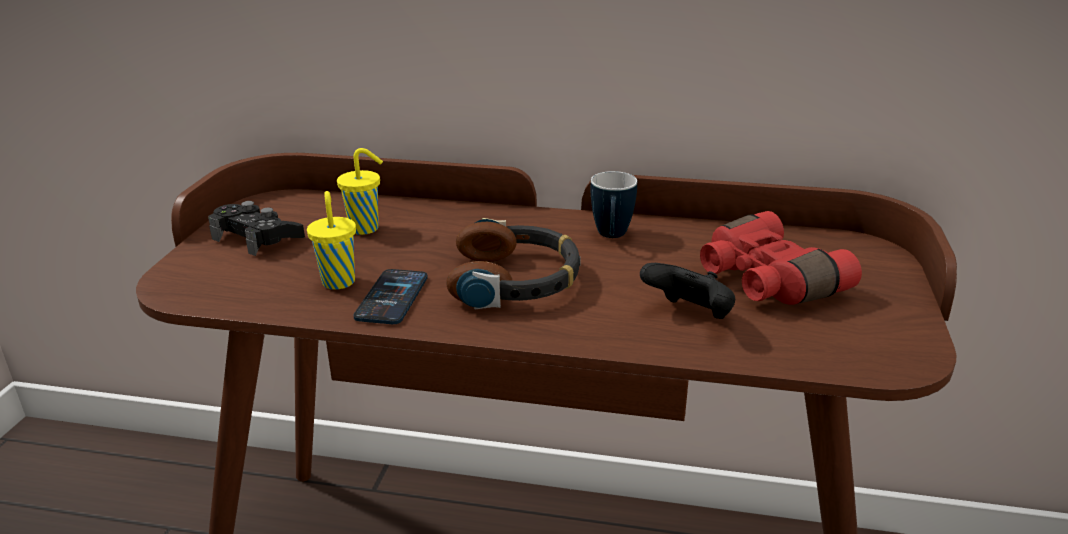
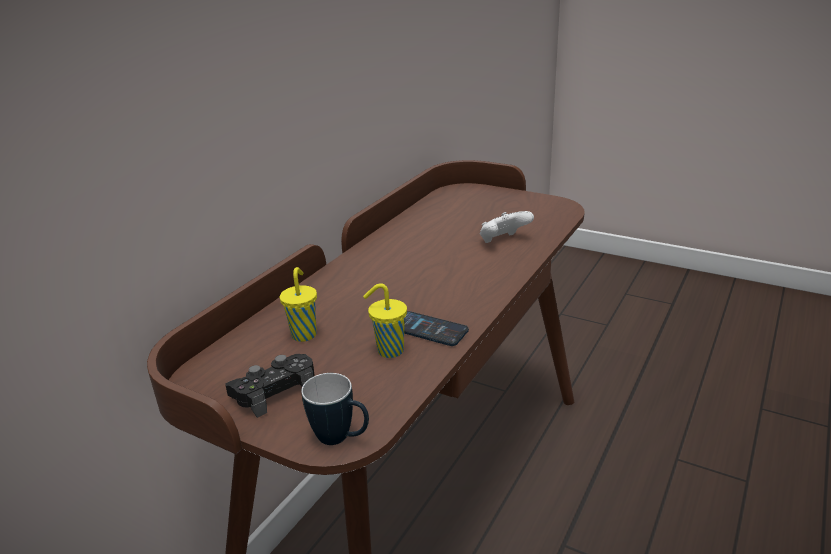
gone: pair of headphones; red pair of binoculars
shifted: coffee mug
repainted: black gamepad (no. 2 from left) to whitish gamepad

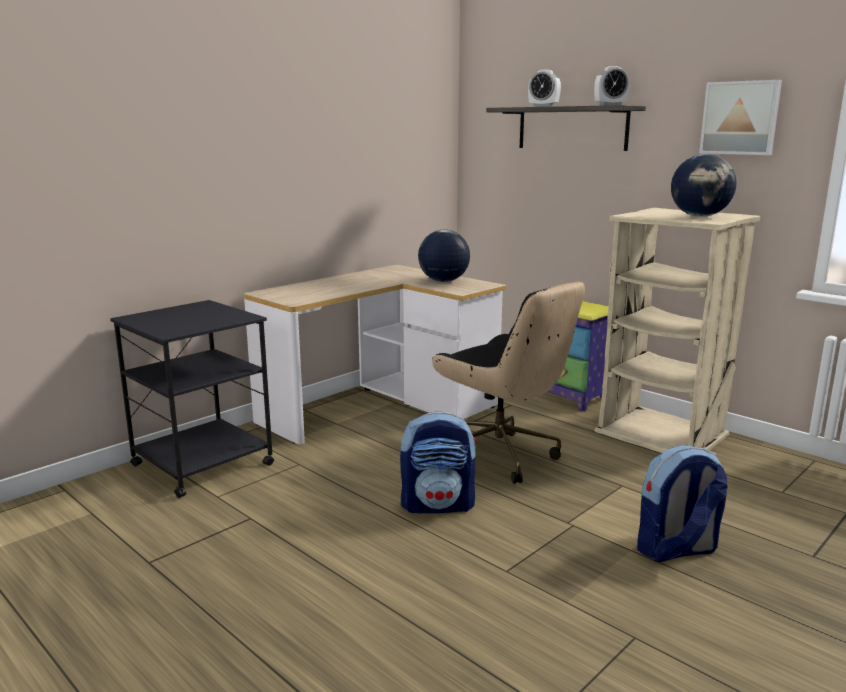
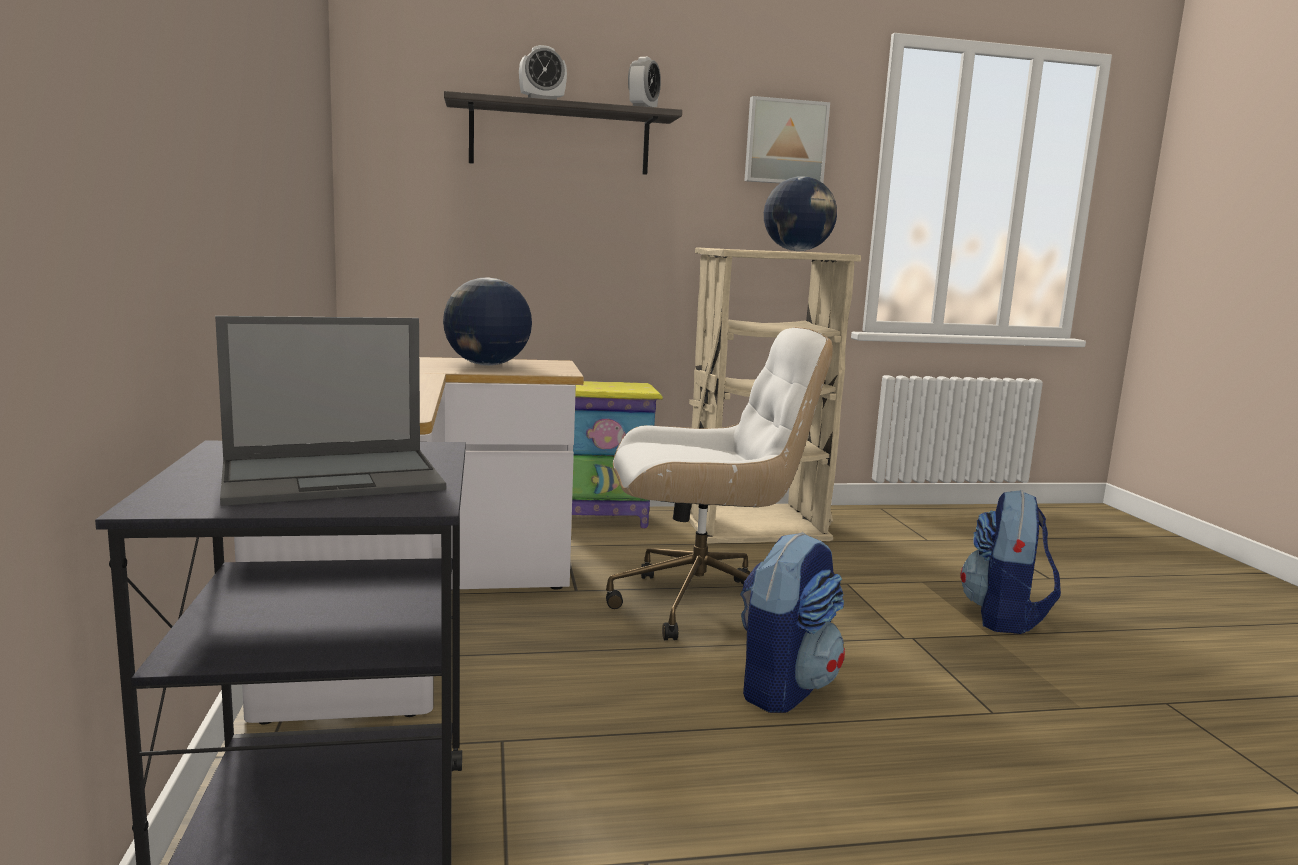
new: notebook computer
repainted: black computer chair to whitish computer chair

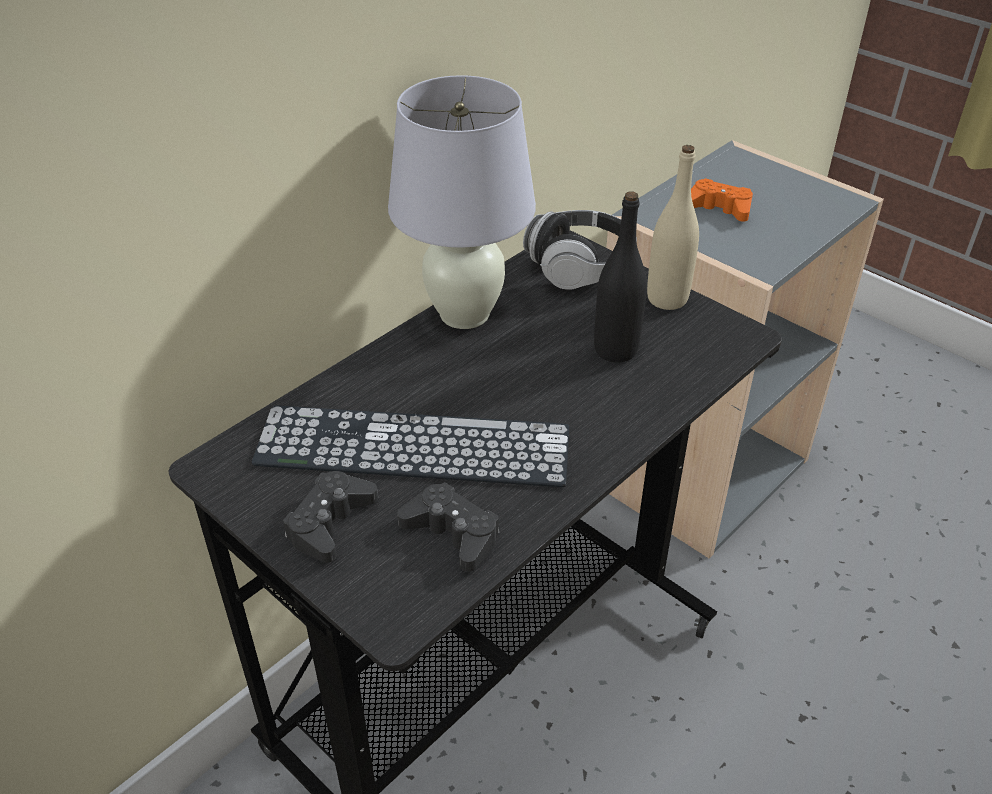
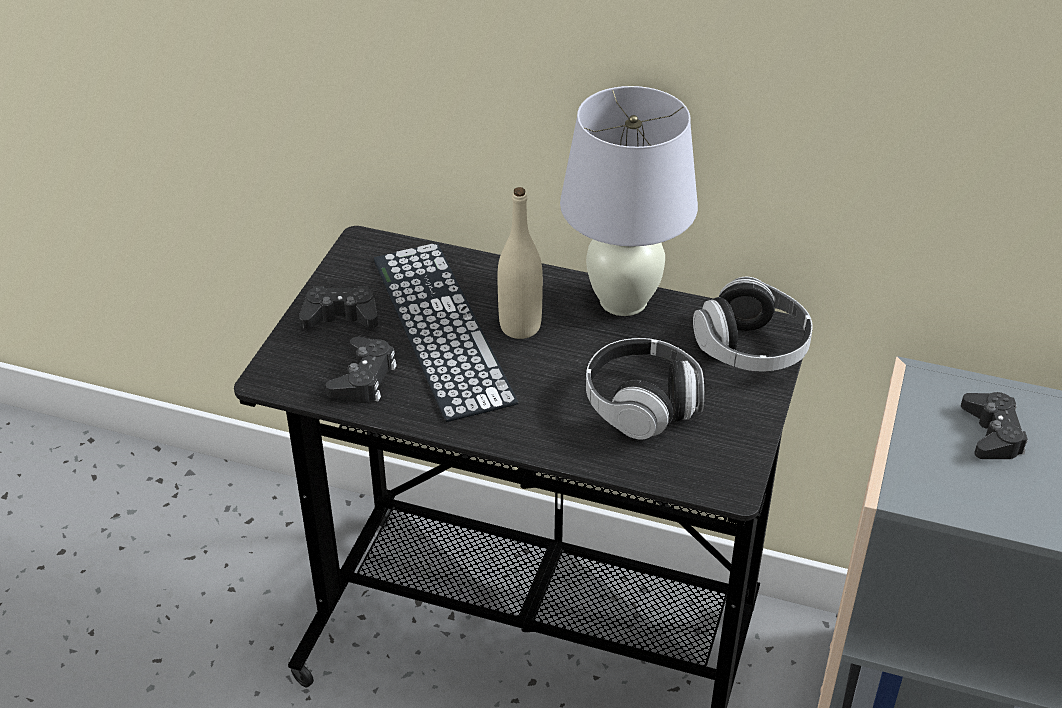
shifted: beige-coloured beverage bottle
swapped: black beverage bottle to pair of headphones (no. 1 from left)
repainted: orange gamepad to black gamepad (no. 3 from left)

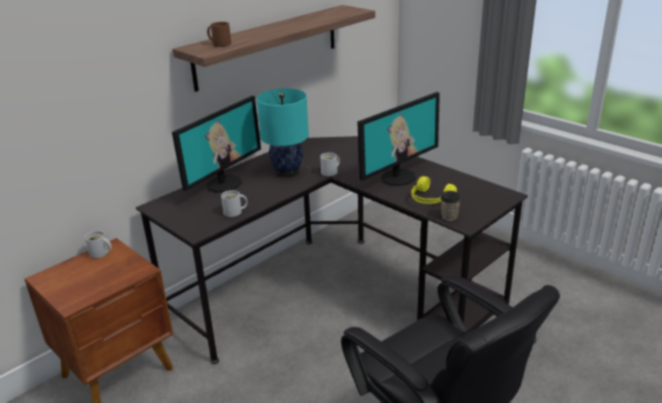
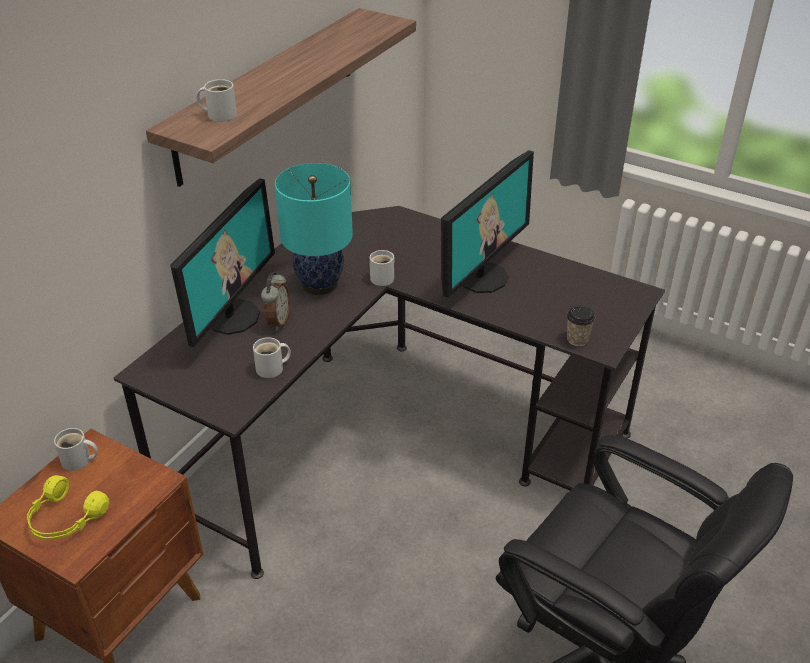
new: table clock
shifted: yellow-coloured pair of headphones
repainted: brown coffee mug to whitish coffee mug (no. 2 from left)

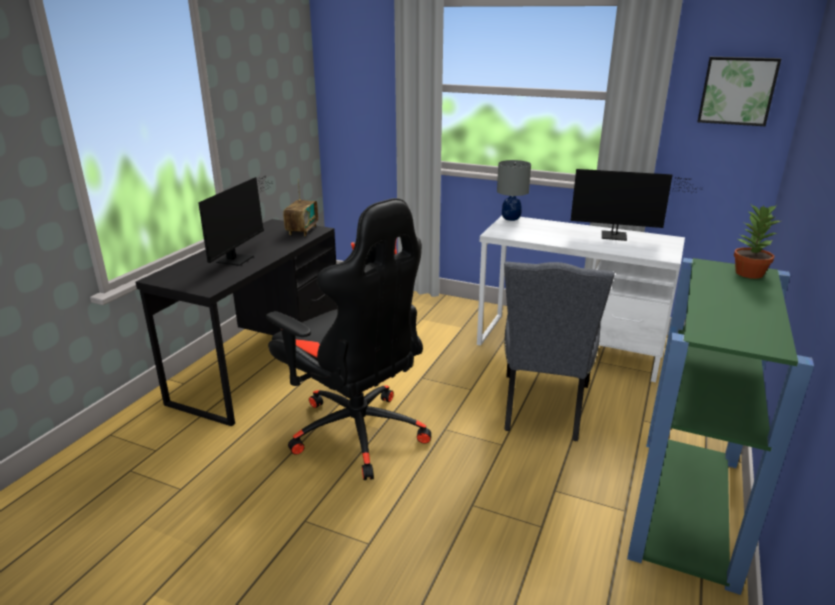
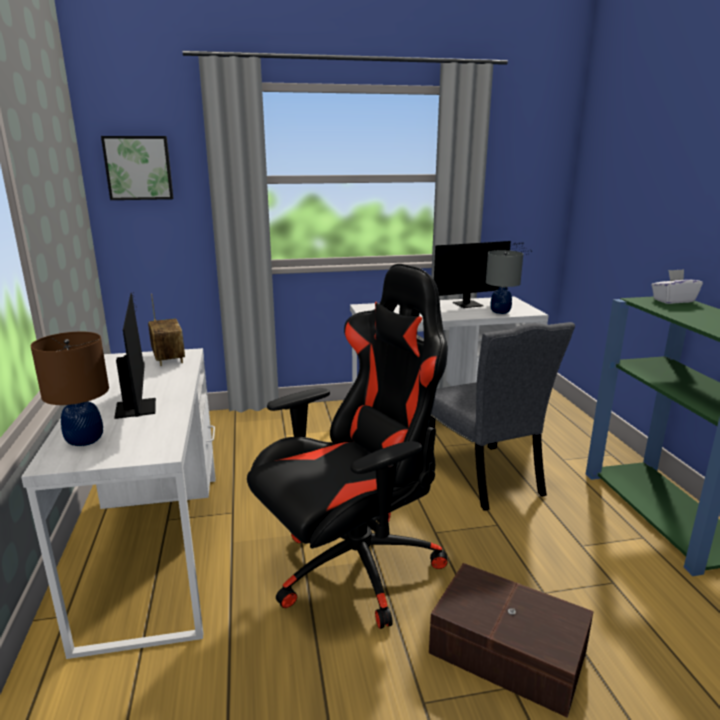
new: brown table lamp; brown storage bin
shifted: grey table lamp; wall art
swapped: houseplant to whitish box of tissues
repainted: black desk to whitish desk (no. 1 from left)
rotated: black computer chair 45 degrees counterclockwise

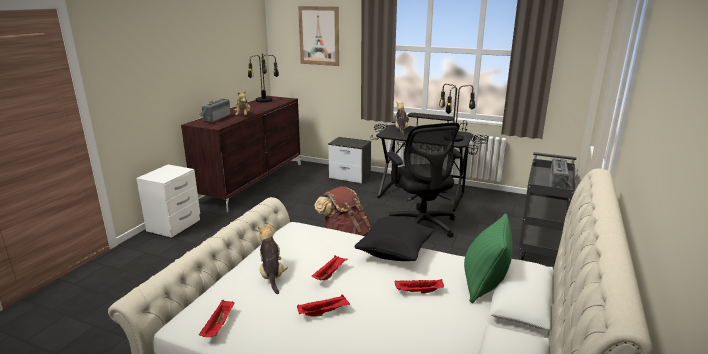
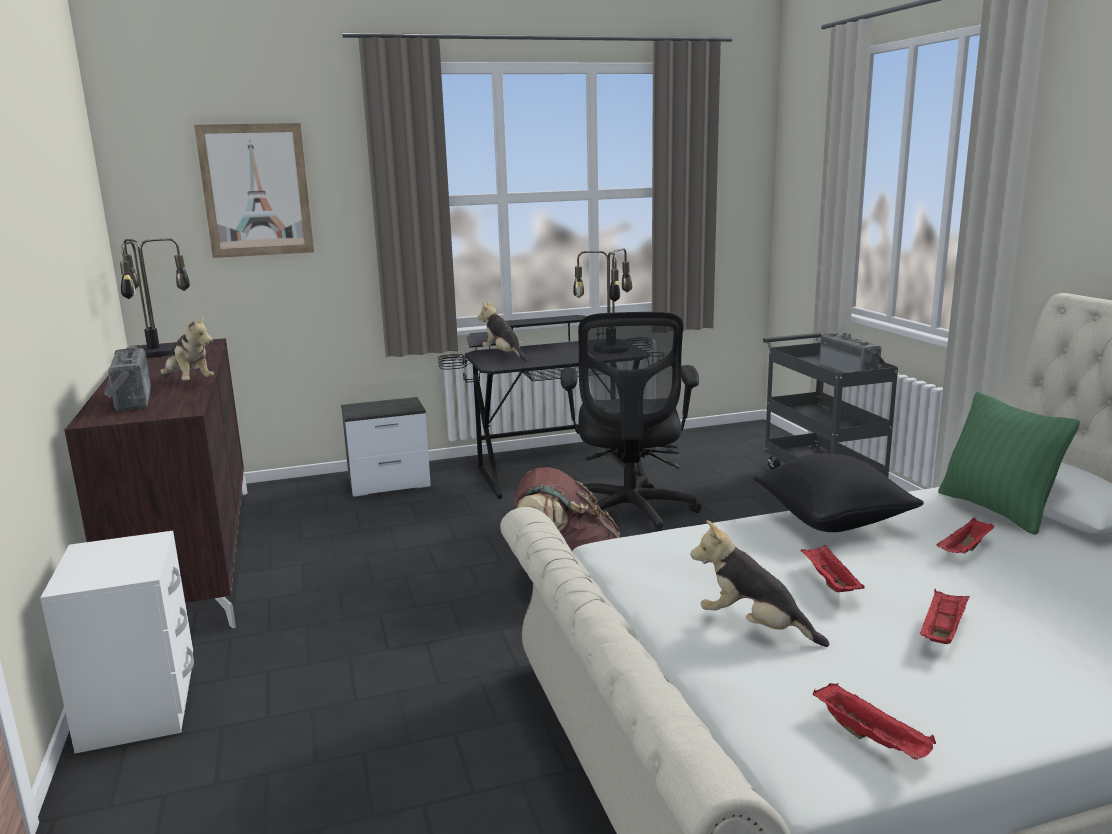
rotated: black computer chair 60 degrees clockwise

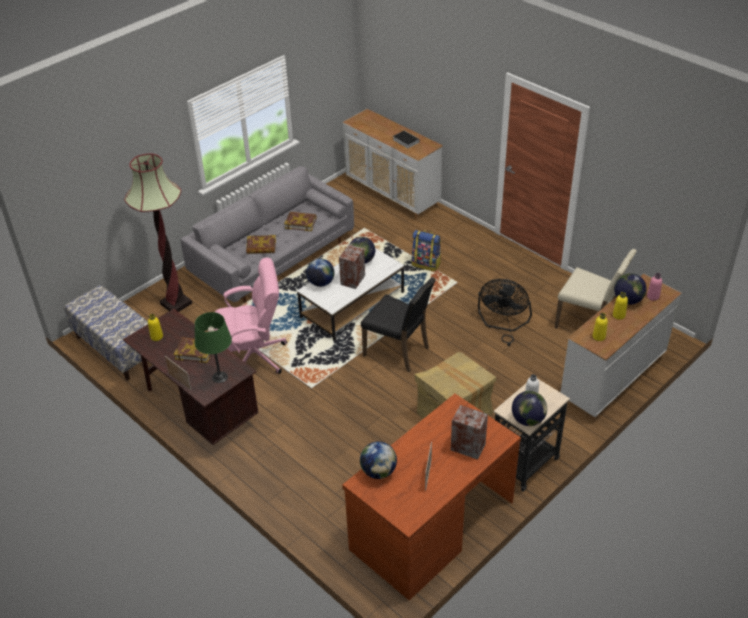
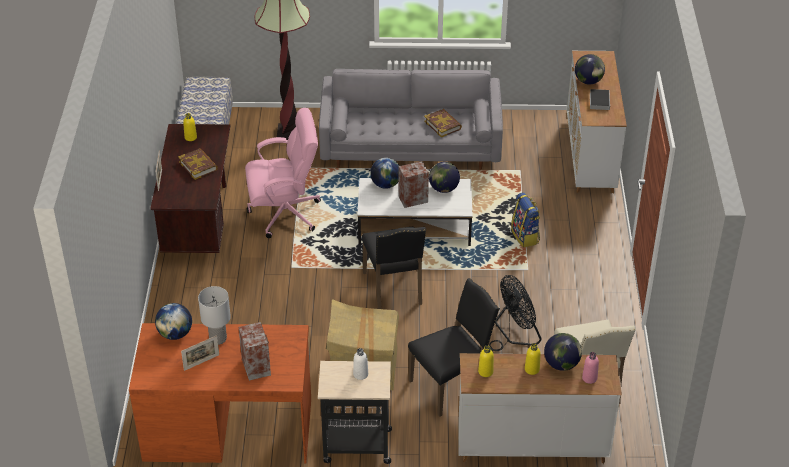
gone: green table lamp; volume (no. 2 from left)
new: grey table lamp; black upright chair (no. 2 from left)
shifted: desk globe (no. 4 from left in the first image) to desk globe (no. 5 from left)
rotated: pink computer chair 45 degrees counterclockwise

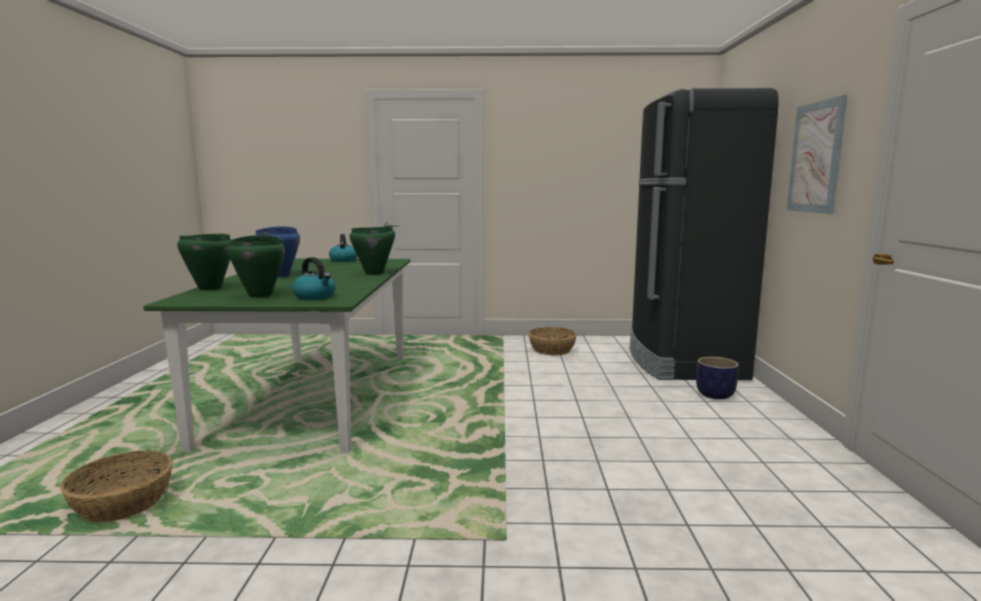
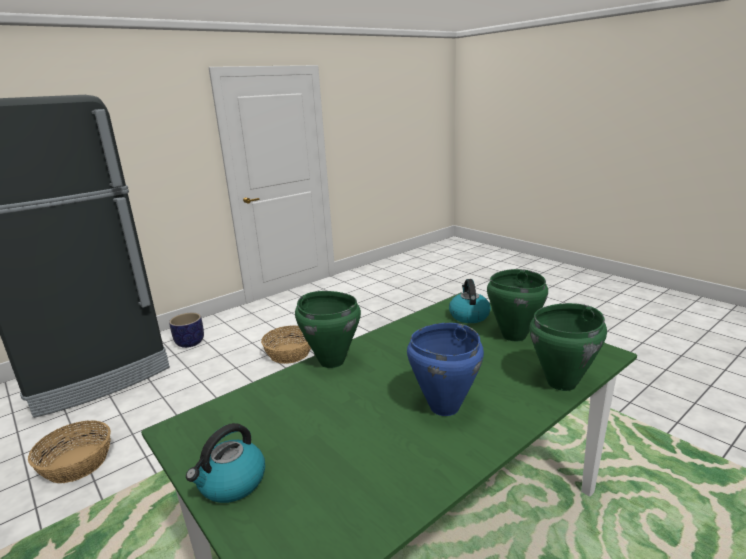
gone: wall art
shifted: basket (no. 1 from left in the first image) to basket (no. 2 from left)

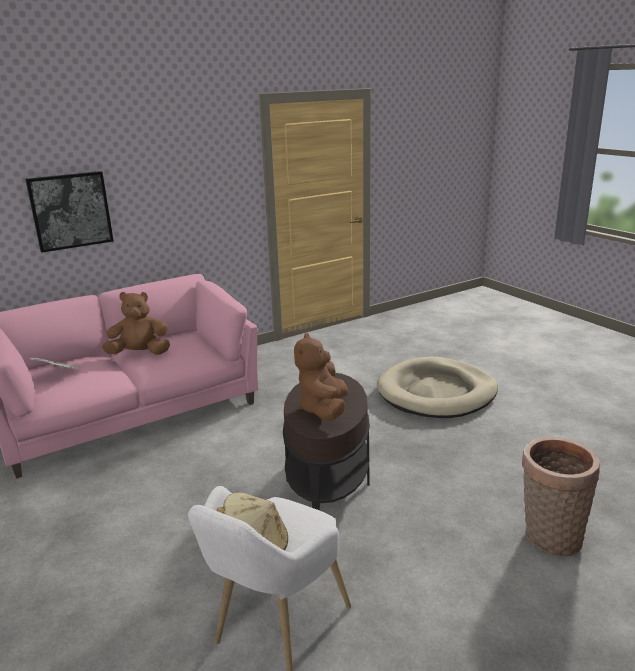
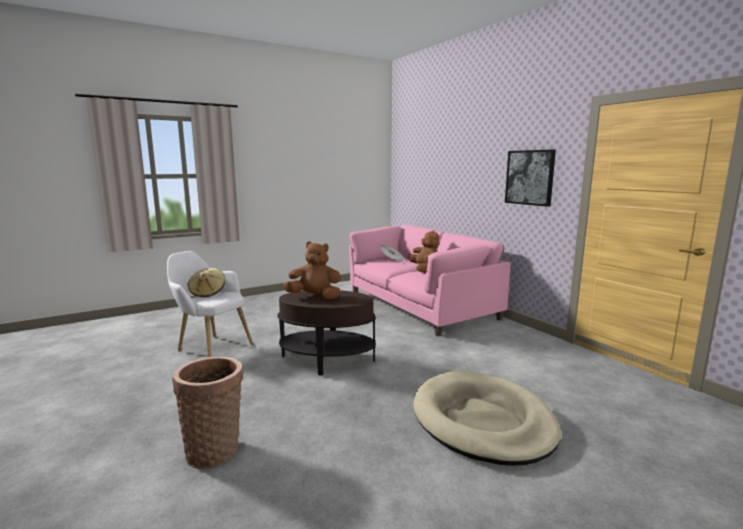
shifted: wall art

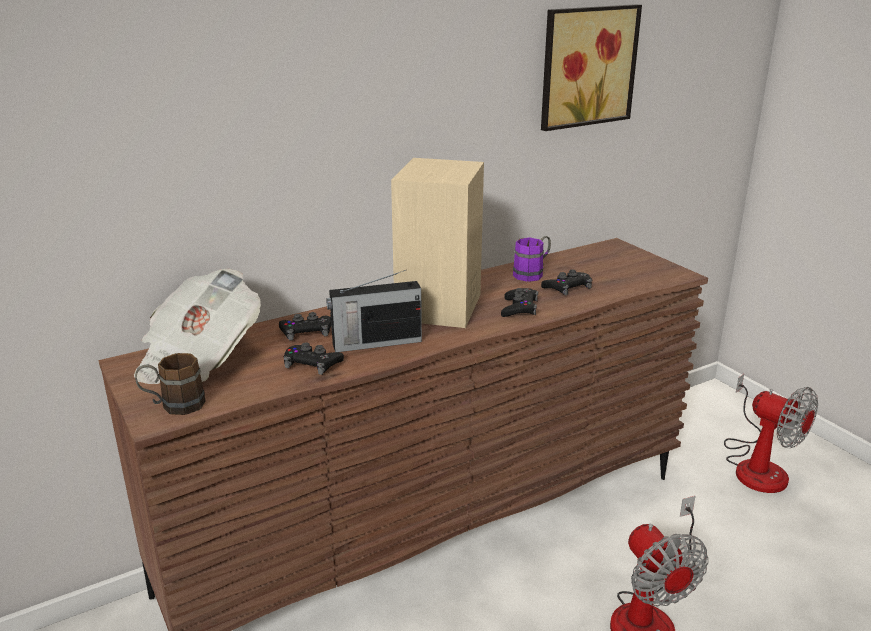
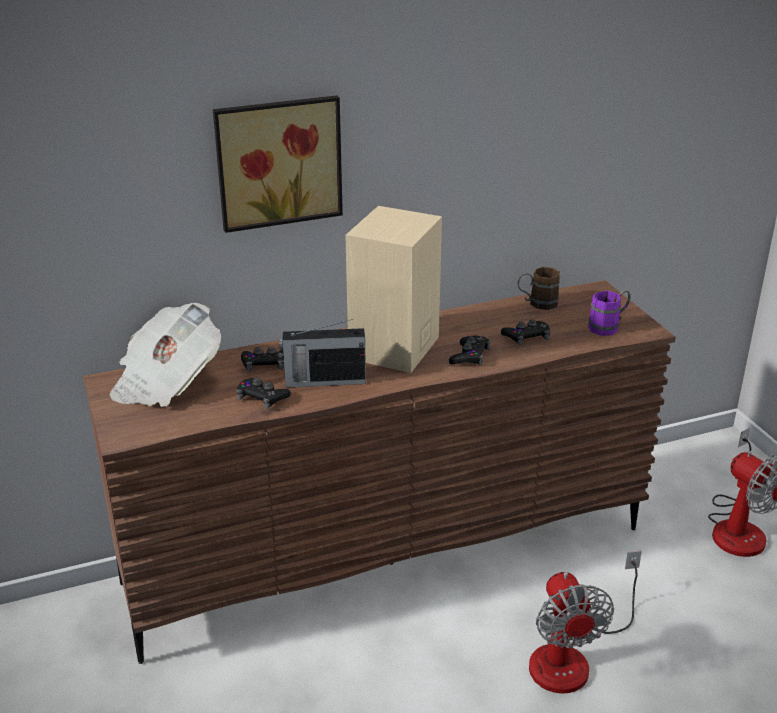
shifted: brown coffee mug; purplish coffee mug; wall art

